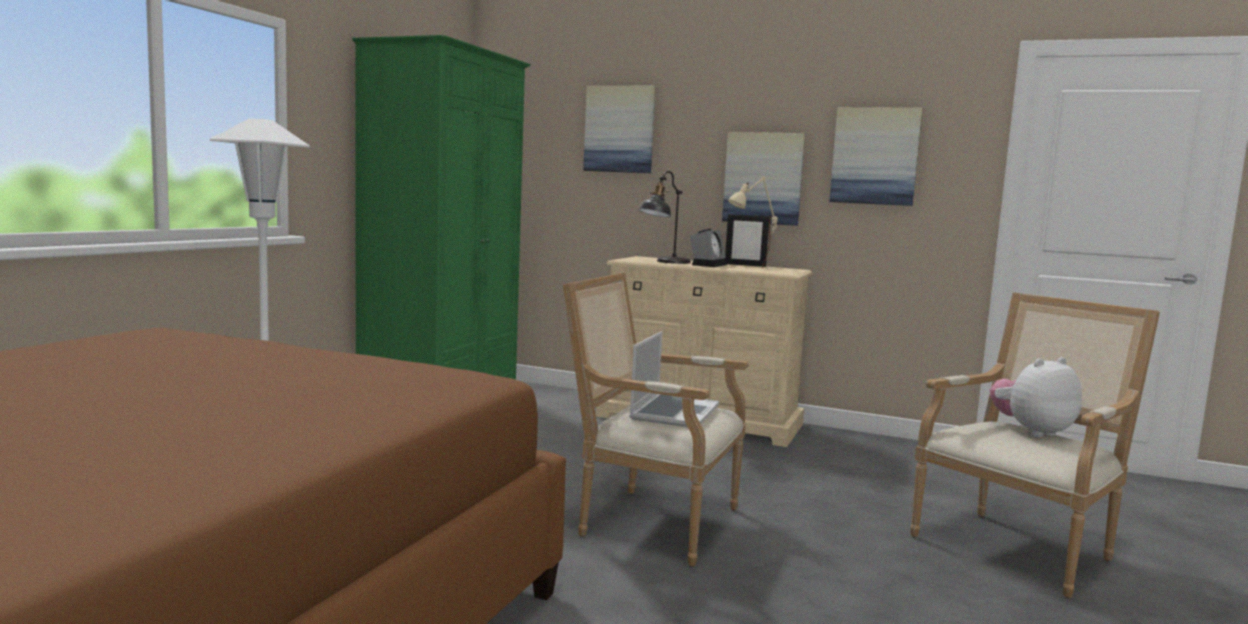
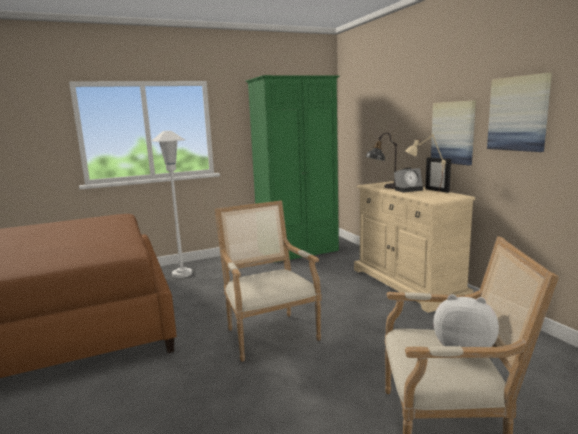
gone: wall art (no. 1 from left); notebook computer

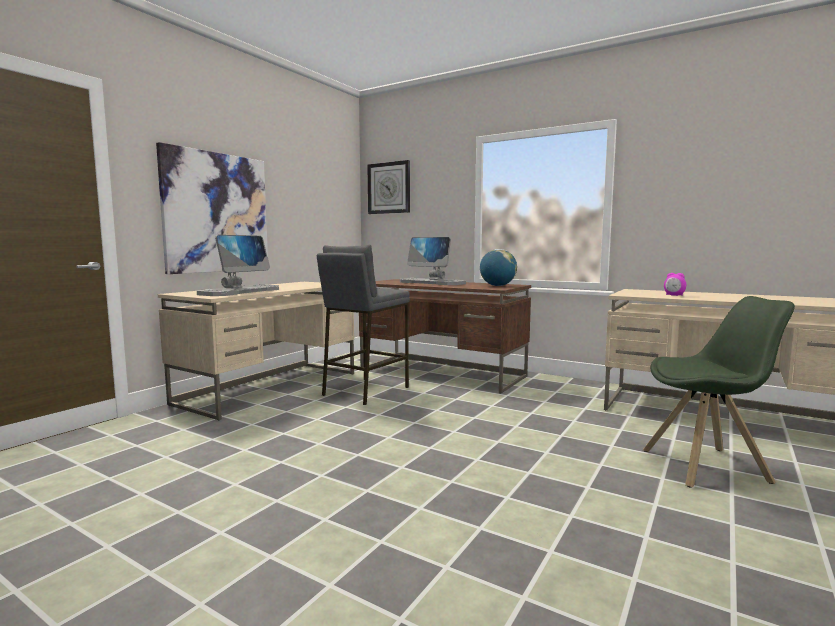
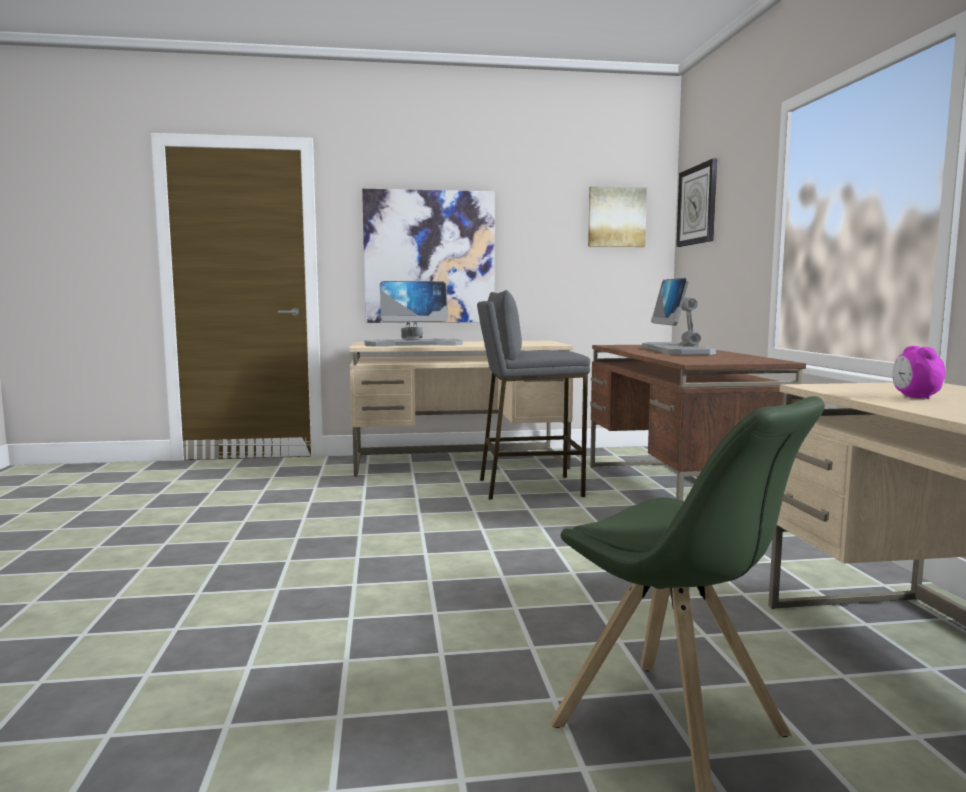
gone: desk globe
new: wall art (no. 2 from left)

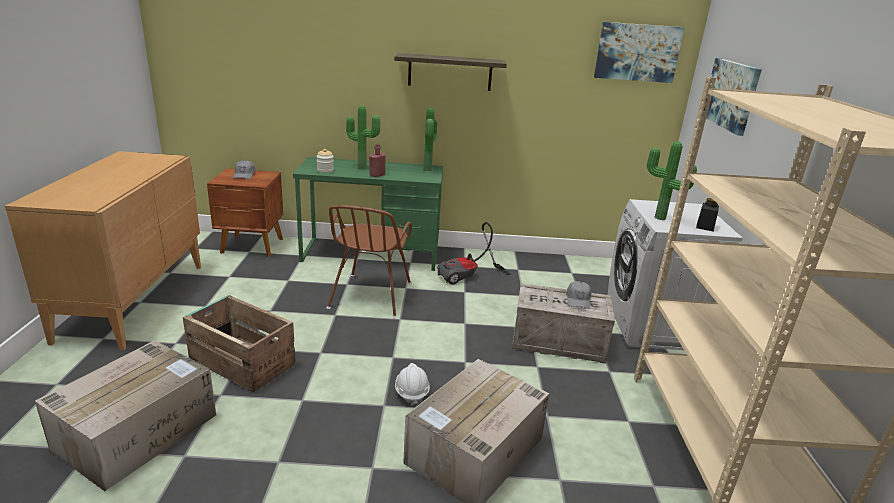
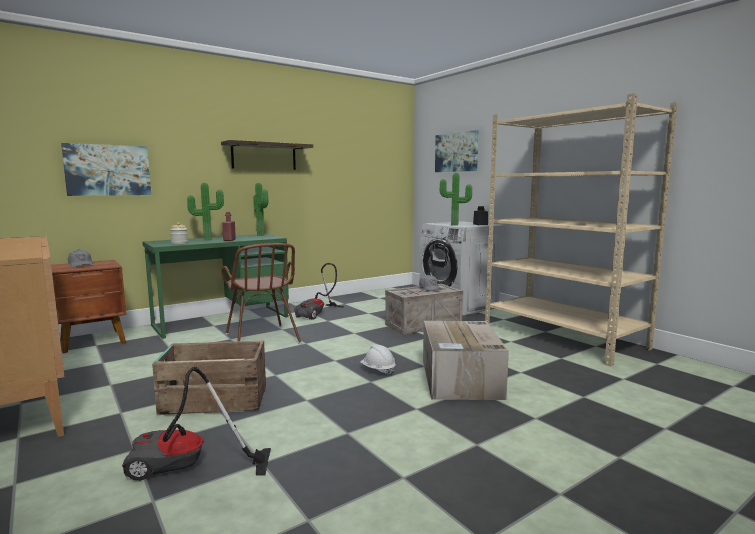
shifted: wall art (no. 1 from left)
swapped: cardboard box (no. 1 from left) to vacuum (no. 1 from left)

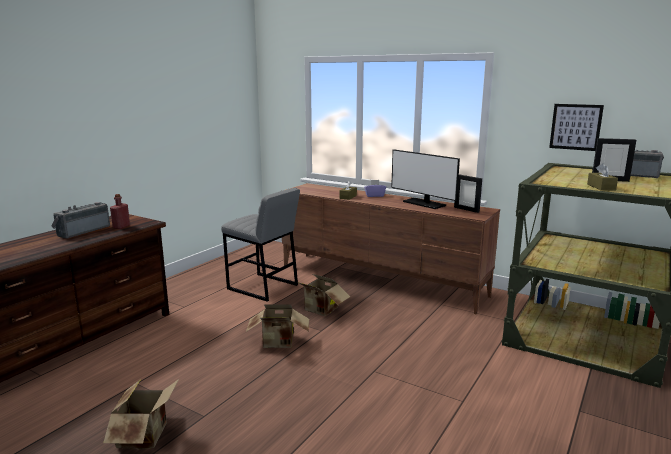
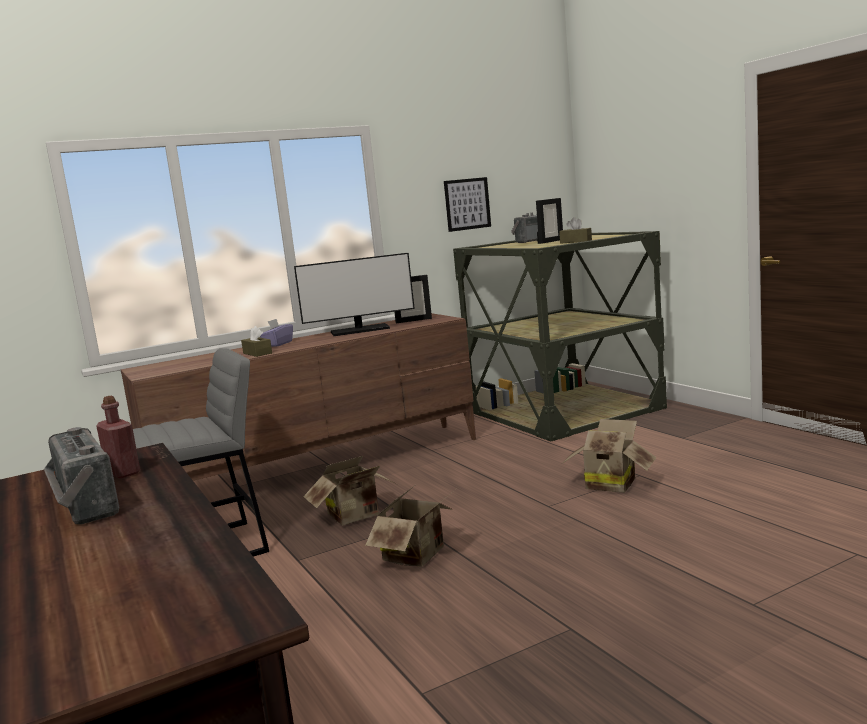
shifted: cardboard box (no. 1 from left in the first image) to cardboard box (no. 3 from left)

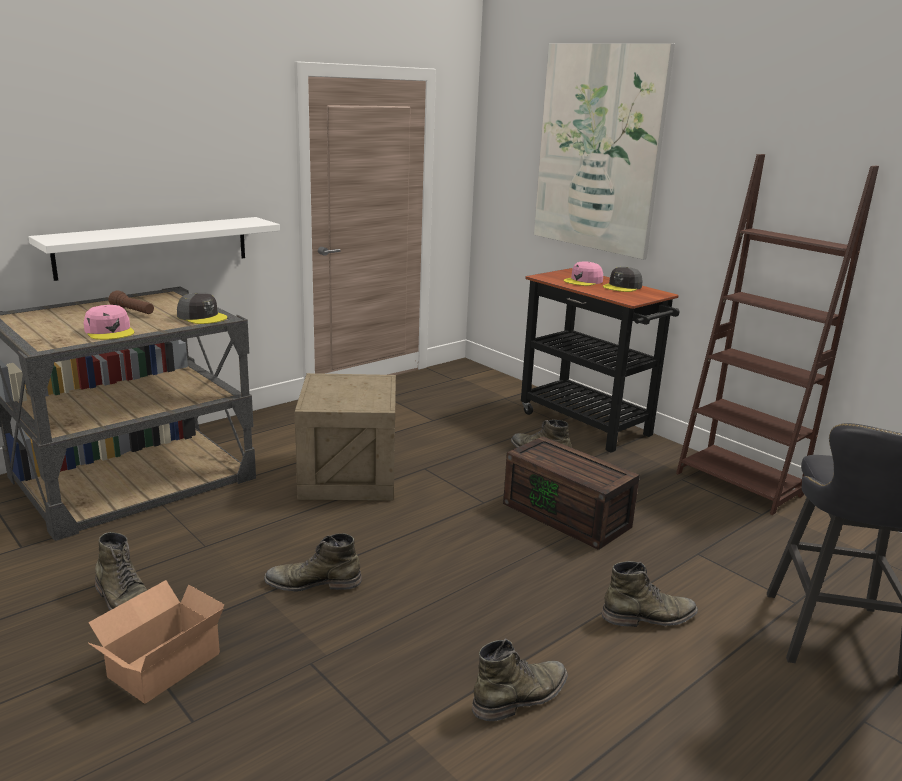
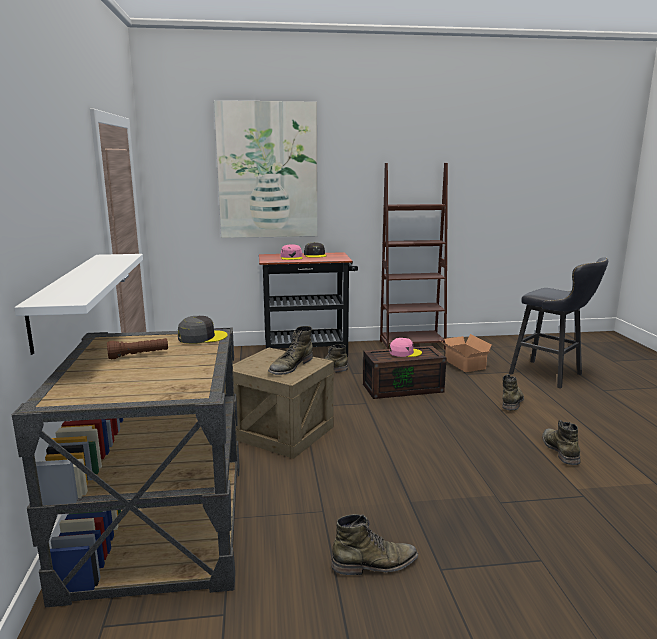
shifted: pink cap (no. 1 from left in the first image) to pink cap (no. 2 from left); cardboard box; green tall boot (no. 2 from left in the first image) to green tall boot (no. 1 from left)

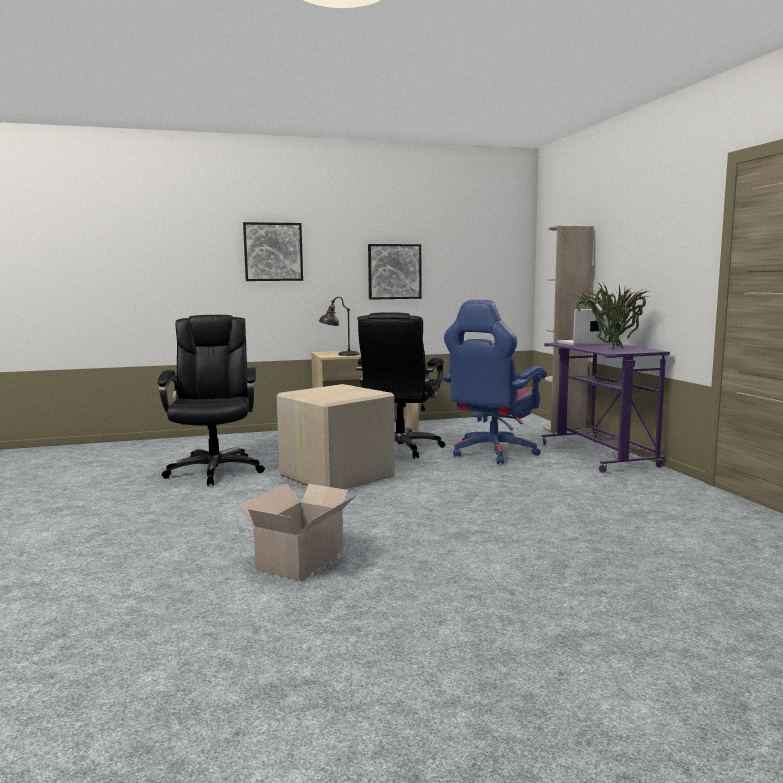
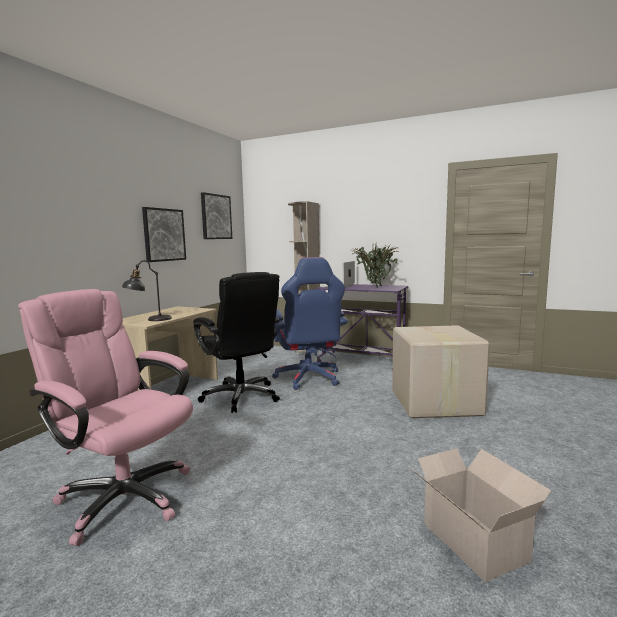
shifted: wall art (no. 1 from left in the first image) to wall art (no. 2 from left); cardboard box (no. 2 from left in the first image) to cardboard box (no. 1 from left)
repainted: black computer chair (no. 1 from left) to pink computer chair

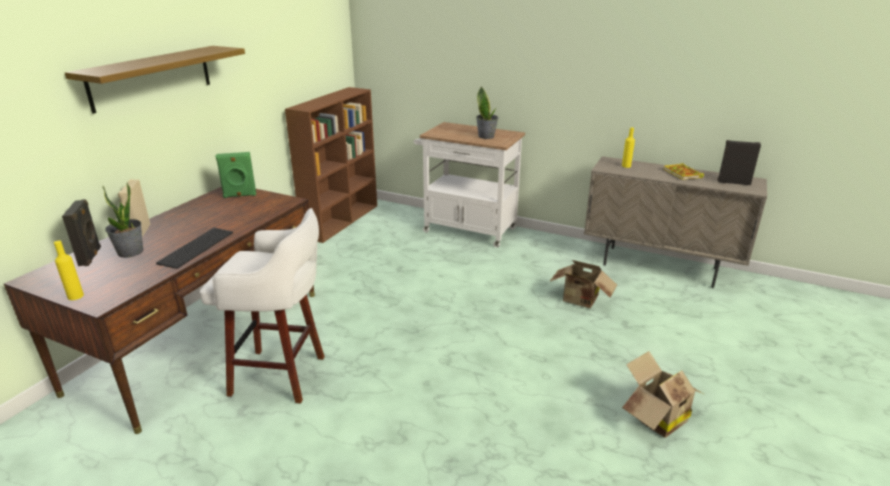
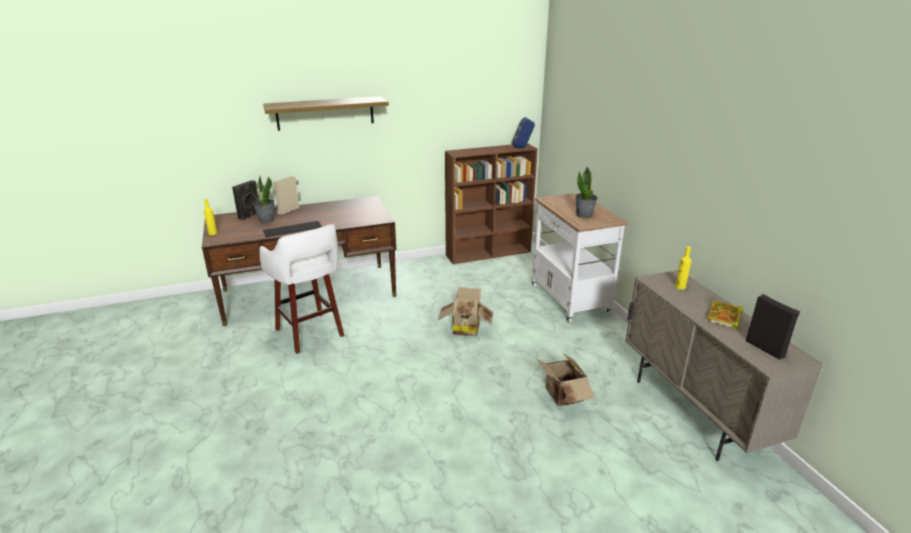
gone: green loudspeaker
new: bluish loudspeaker
shifted: cardboard box (no. 2 from left in the first image) to cardboard box (no. 1 from left)

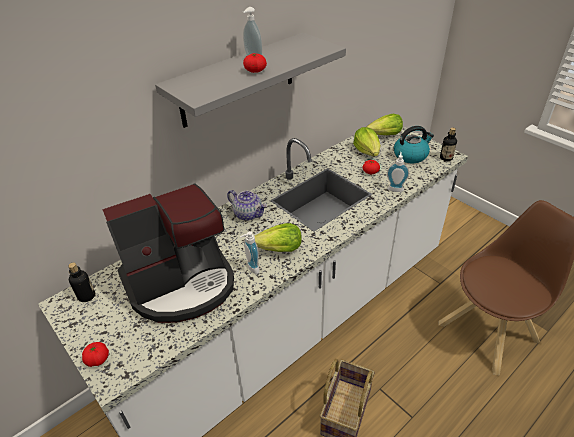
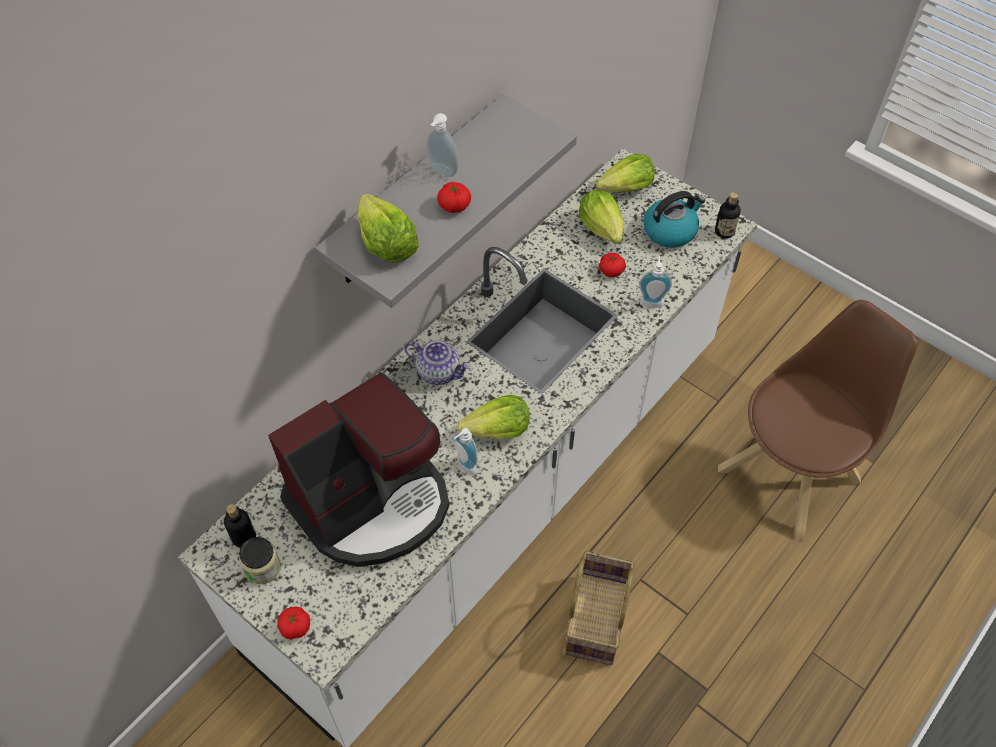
new: preserve jar; head of lettuce (no. 1 from left)

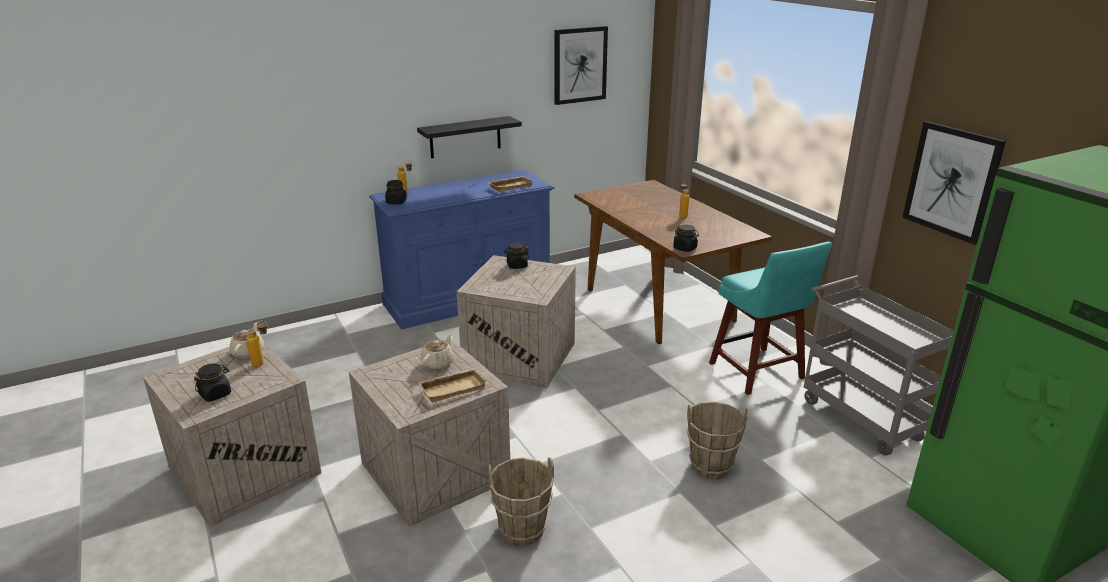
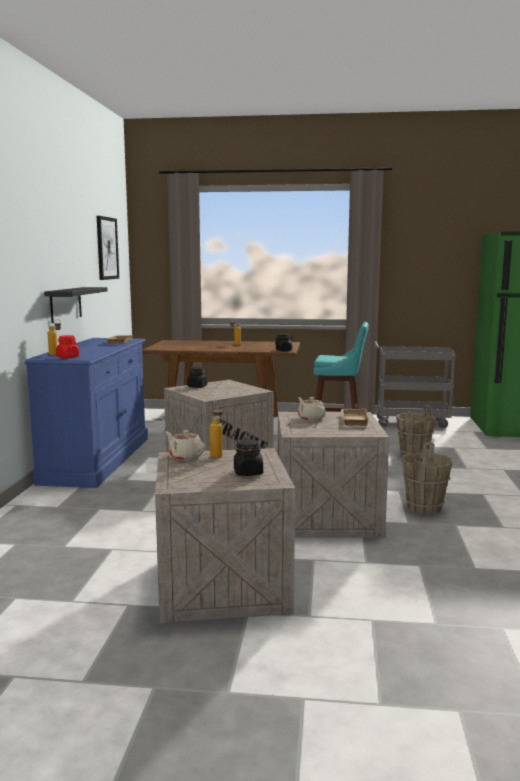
gone: wall art (no. 2 from left)
repainted: black preserve jar (no. 2 from left) to red preserve jar

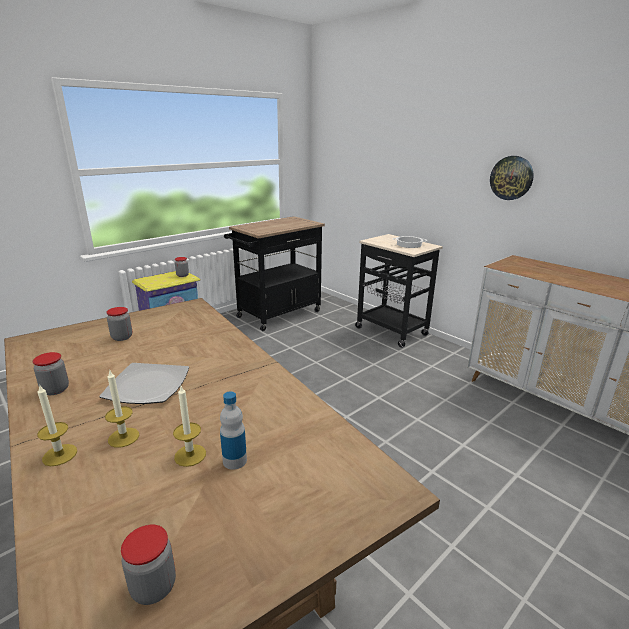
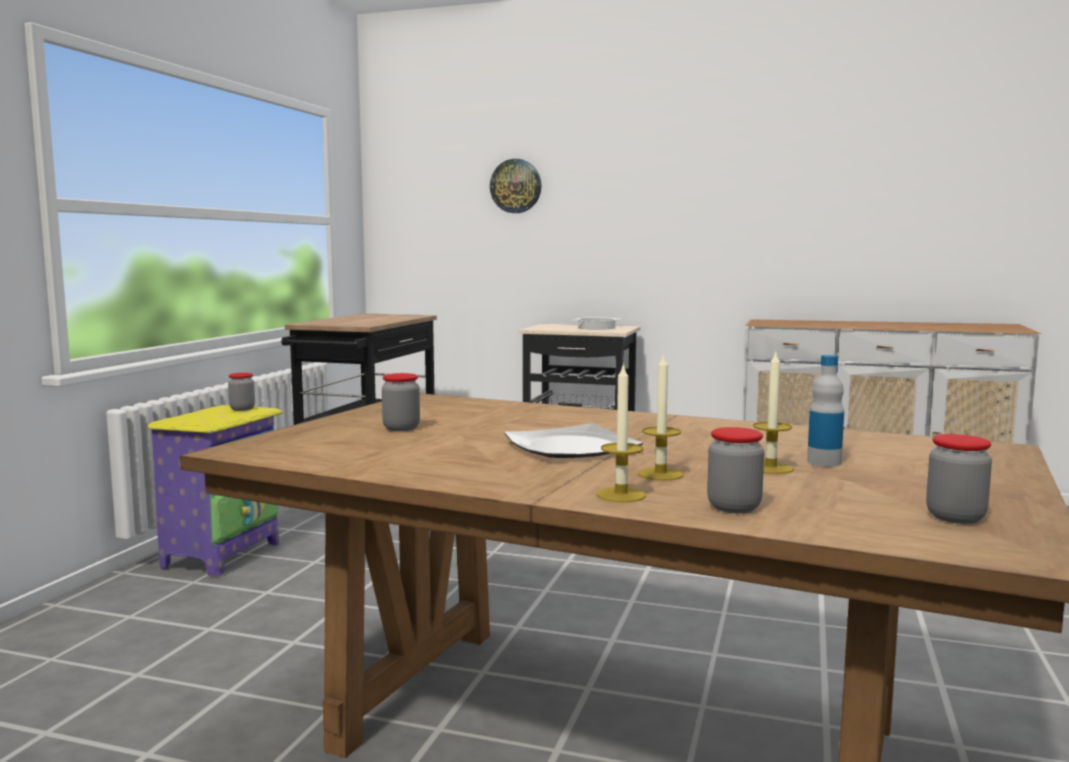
shifted: preserve jar (no. 1 from left in the first image) to preserve jar (no. 3 from left); wall clock

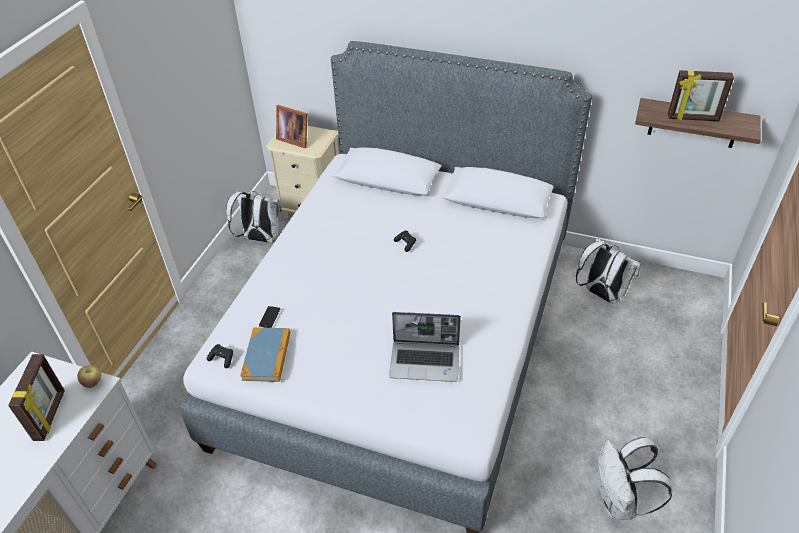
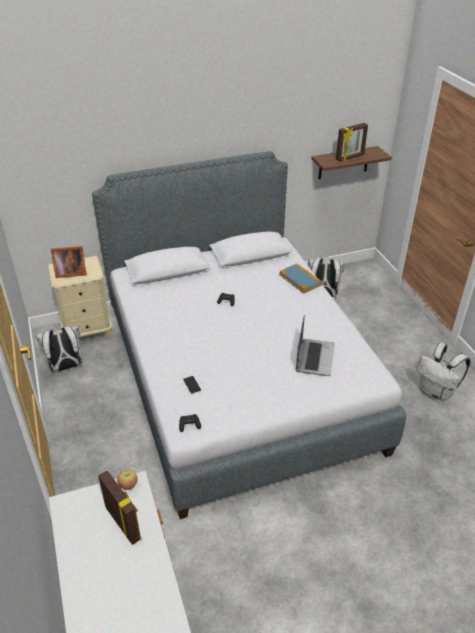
shifted: volume
rotated: notebook computer 45 degrees counterclockwise

